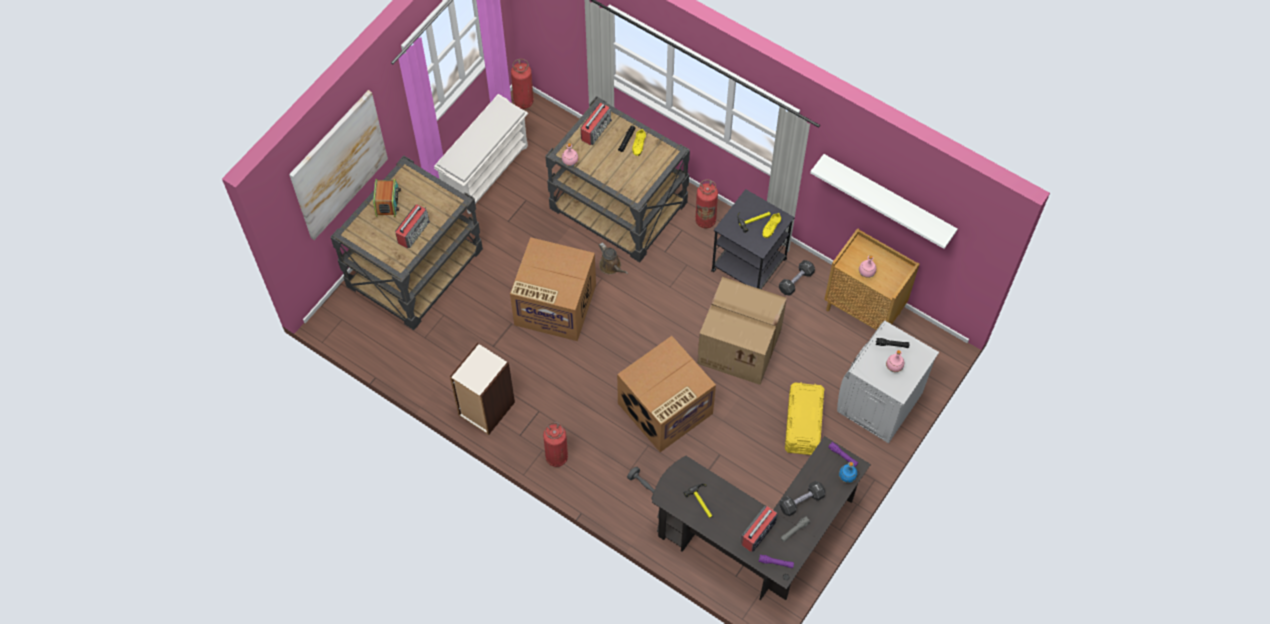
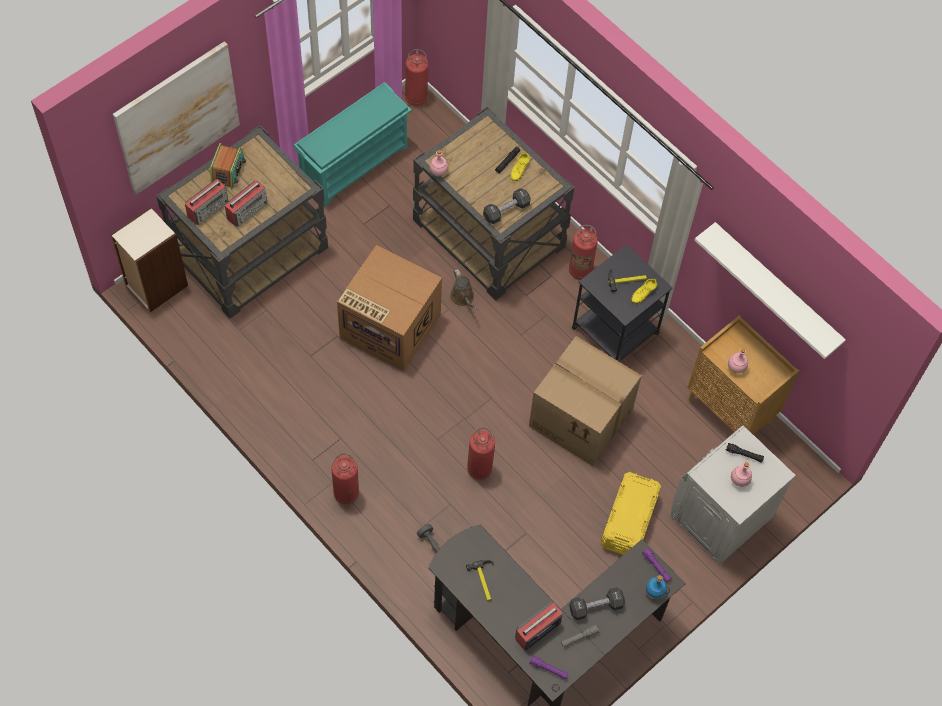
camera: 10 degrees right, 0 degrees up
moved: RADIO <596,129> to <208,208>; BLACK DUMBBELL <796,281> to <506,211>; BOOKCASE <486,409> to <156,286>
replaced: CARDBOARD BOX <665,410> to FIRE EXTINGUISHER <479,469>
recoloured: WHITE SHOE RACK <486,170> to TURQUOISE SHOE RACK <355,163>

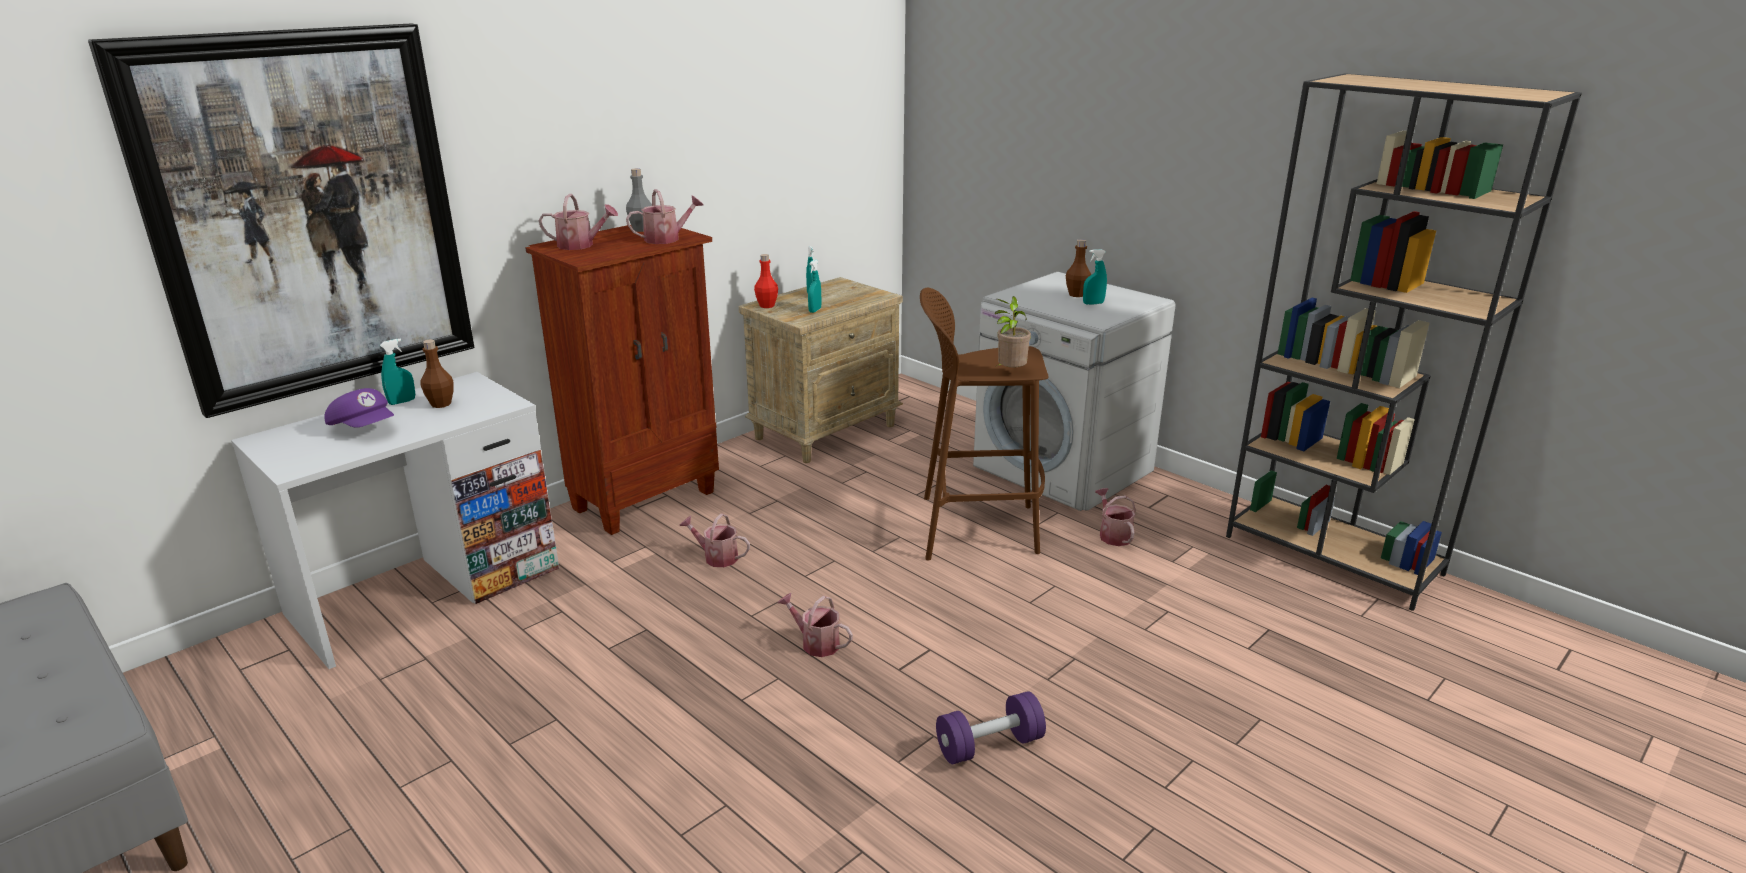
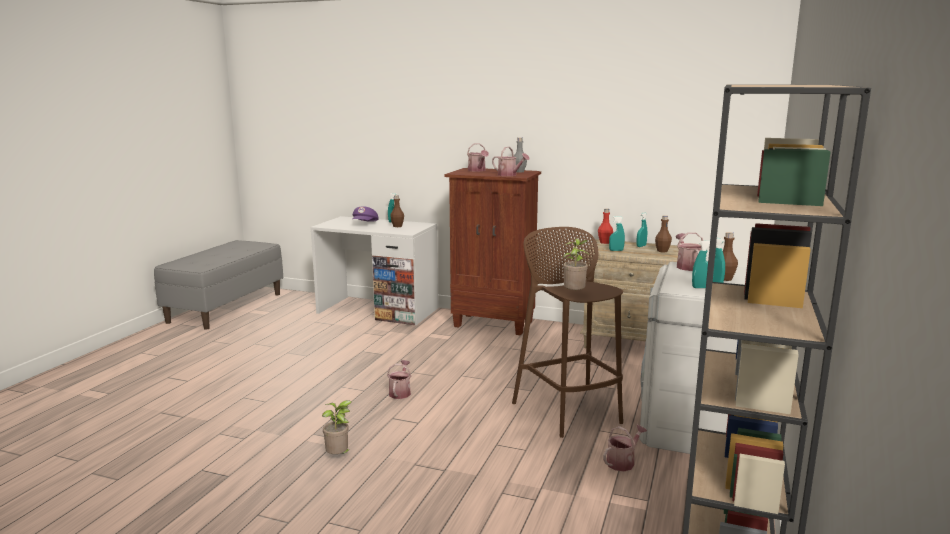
camera: 65 degrees right, 10 degrees down
removed: PICTURE <308,216>
added: BROWN BOTTLE <662,251>; TURQUOISE SPRAY BOTTLE <701,287>
moved: WATERING CAN <717,557> to <687,266>
replaced: PURPLE DUMBBELL <989,745> to POTTED PLANT <339,456>

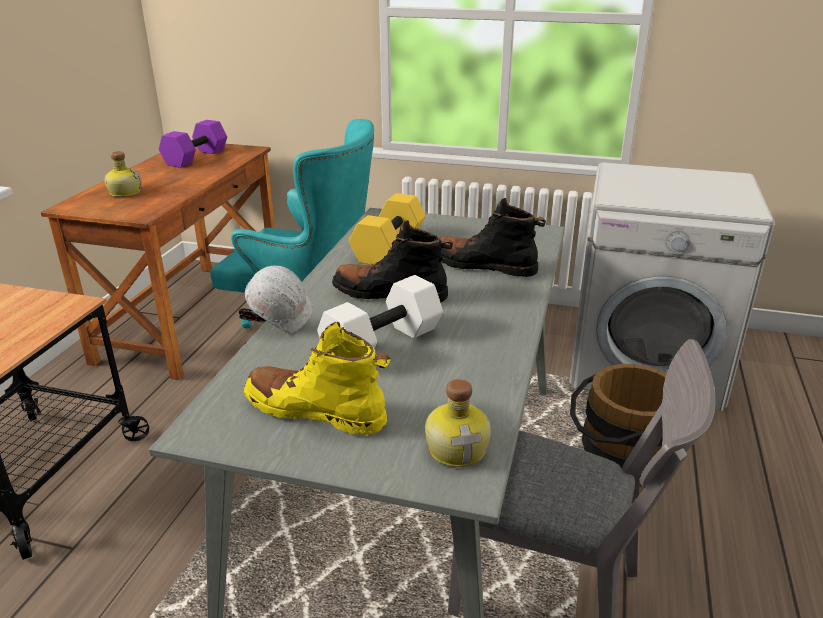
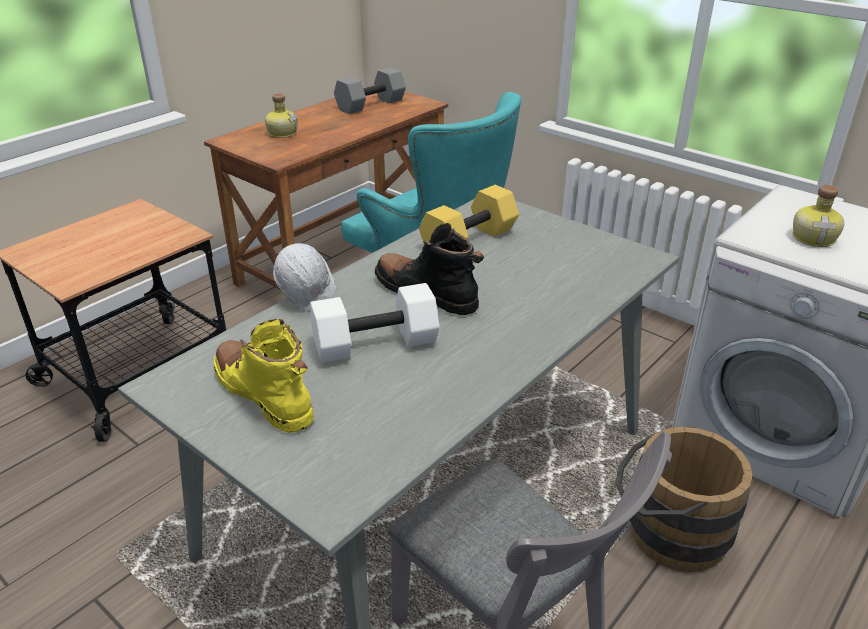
camera: 25 degrees right, 5 degrees up
removed: BLACK BOOT <484,266>
moved: BOTTLE <458,448> to <814,238>
recoloured: PURPLE DUMBBELL <195,157> to GREY DUMBBELL <370,104>

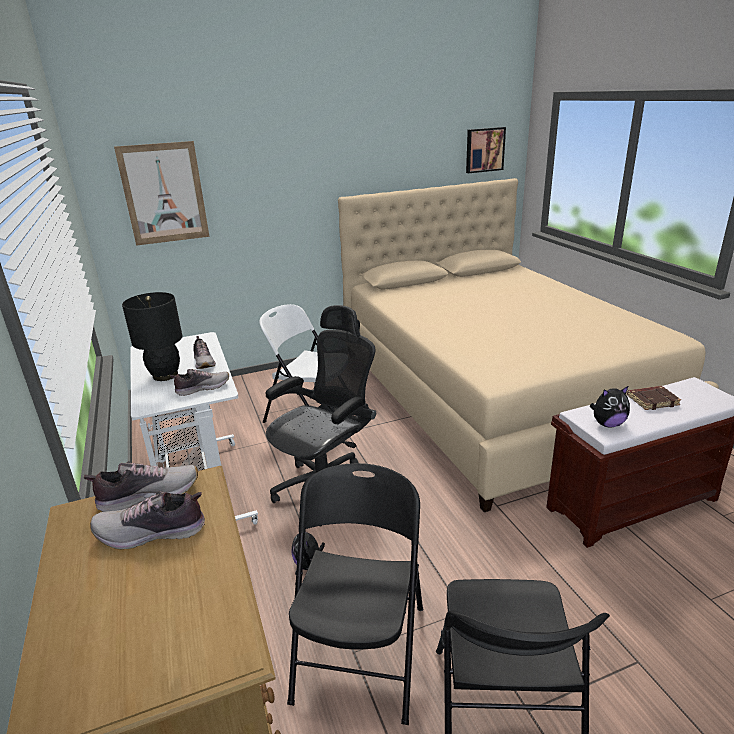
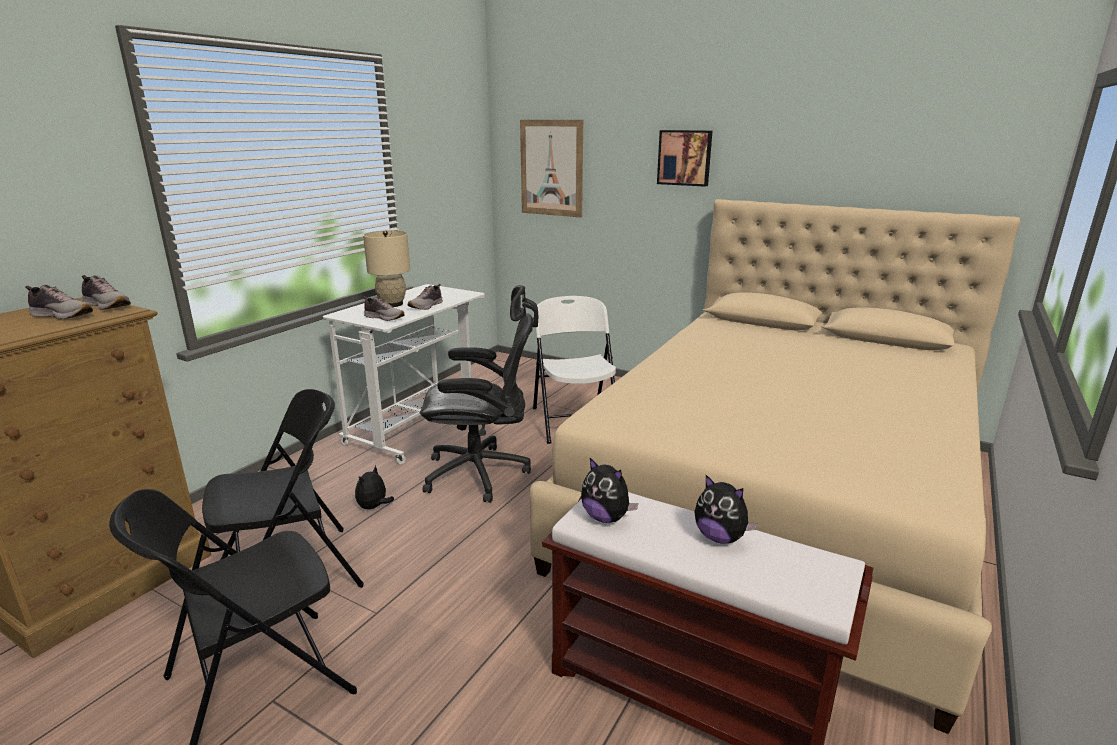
camera: 50 degrees right, 5 degrees down
moved: PICTURE <484,150> to <684,157>
replaced: BROWN BOOK <652,400> to PLUSH TOY <720,537>
recoloured: BLACK TABLE LAMP <165,375> to BEIGE TABLE LAMP <391,304>
turned: SHOE <152,533> = <63,315> 150 degrees clockwise

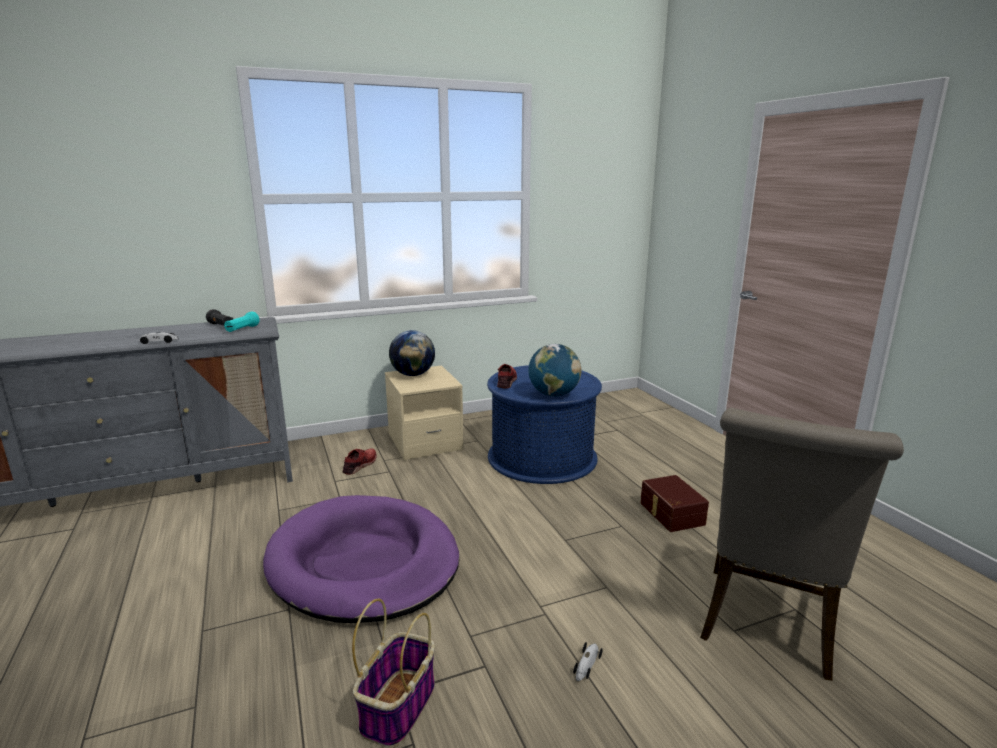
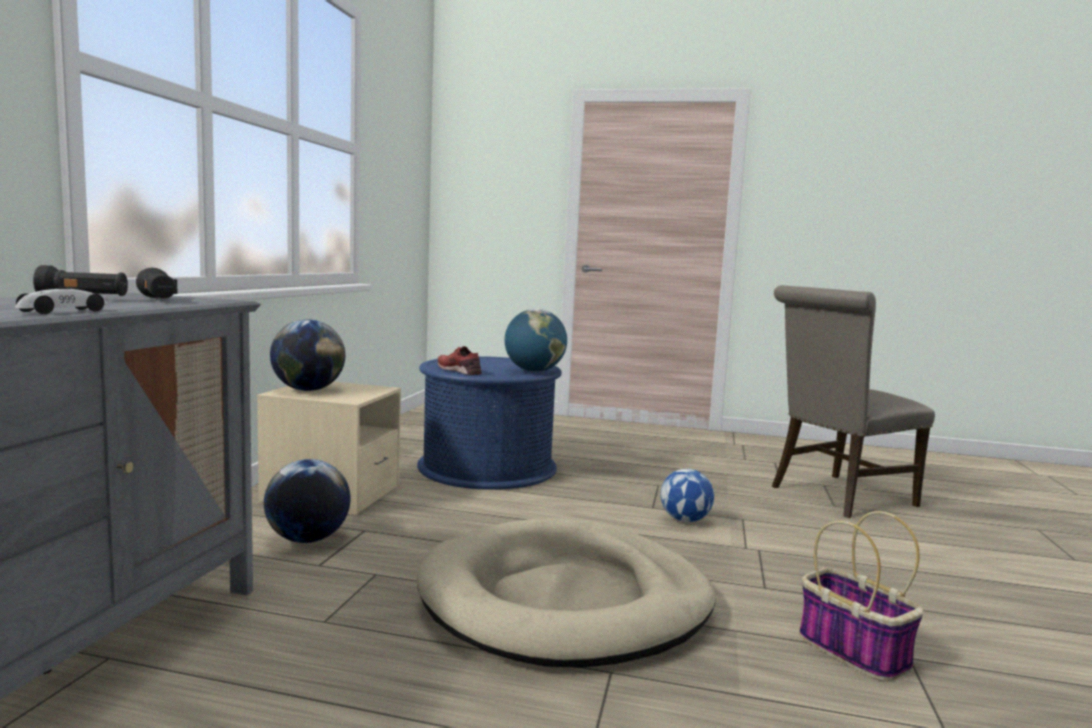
camera: 55 degrees left, 10 degrees down
removed: BROWN STORAGE BOX <670,514>; TOY CAR <586,665>
added: FOOTBALL <685,520>
replaced: RED SHOE <360,465> to GLOBE <308,539>
recoloured: TURQUOISE FLASHLIGHT <242,329> to BLACK FLASHLIGHT <158,299>; PURPLE DOG BED <364,563> to BEIGE DOG BED <565,600>
turned: BEIGE CHAIR <767,626> = <836,496> 90 degrees clockwise

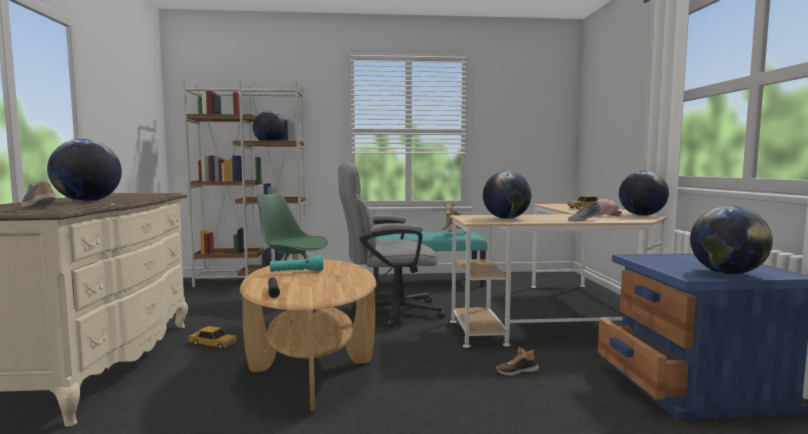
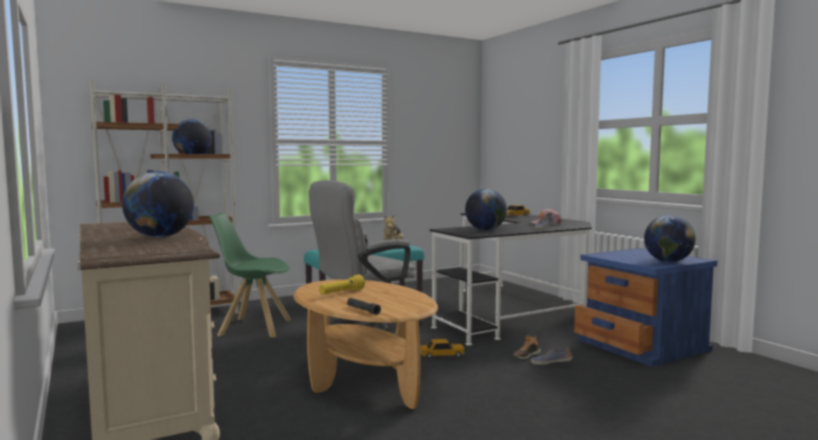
camera: 25 degrees left, 0 degrees up
removed: GLOBE <642,215>
moved: SHOE <39,207> to <551,363>; TOY CAR <212,344> to <442,355>
recoloured: BEIGE DESK <564,316> to BLACK DESK <514,311>; TURQUOISE FLASHLIGHT <296,272> to YELLOW FLASHLIGHT <341,293>

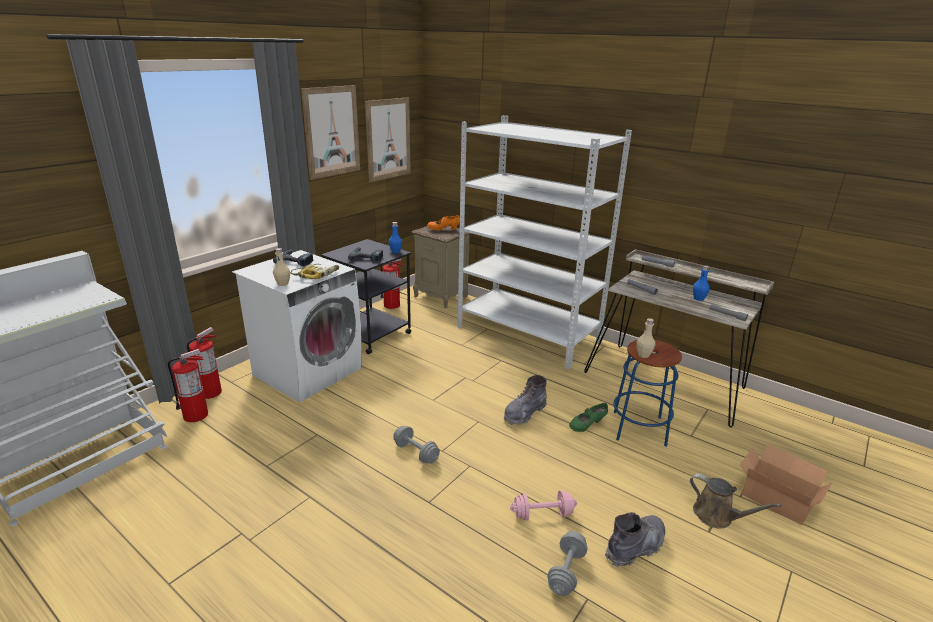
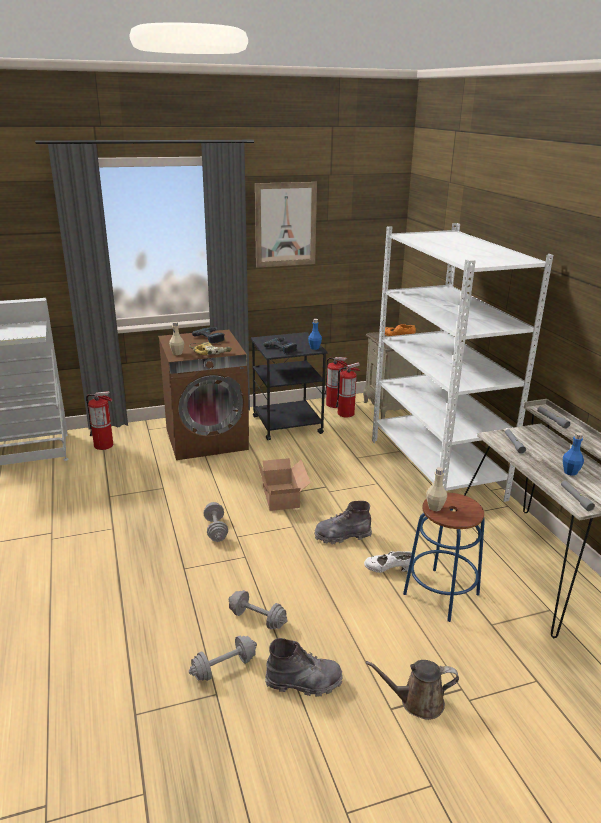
camera: 35 degrees right, 0 degrees up
removed: PICTURE <388,139>
moved: FIRE EXTINGUISHER <210,392> to <346,413>; CARDBOARD BOX <776,497> to <282,496>
recoloured: WHITE WASHING MACHINE <307,371> to BROWN WASHING MACHINE <207,438>; GREEN SHOE <587,426> to WHITE SHOE <388,570>; PINK DUMBBELL <542,514> to GREY DUMBBELL <257,619>
turned: BROWN WATERING CAN <716,516> = <417,702> 105 degrees clockwise

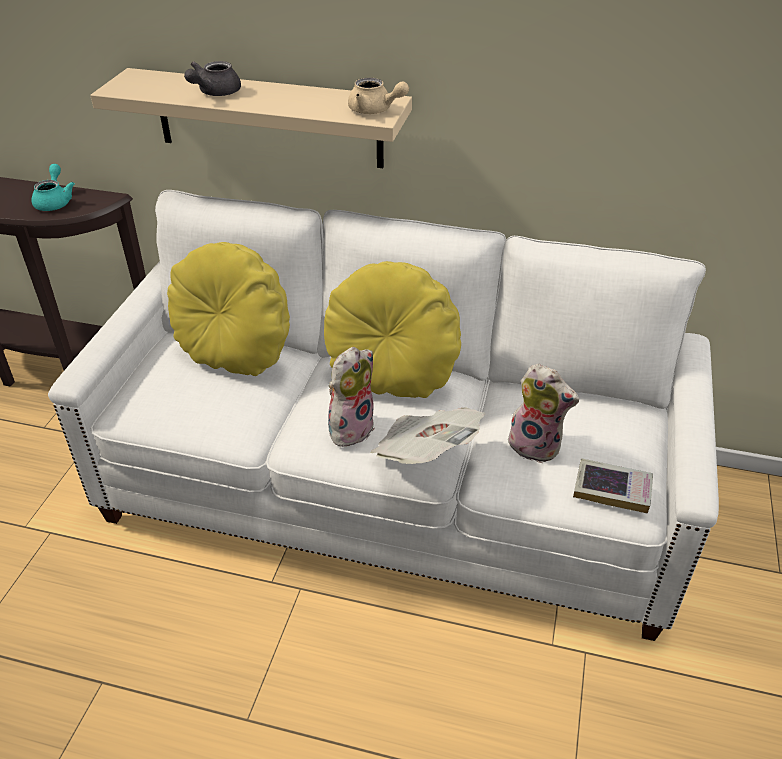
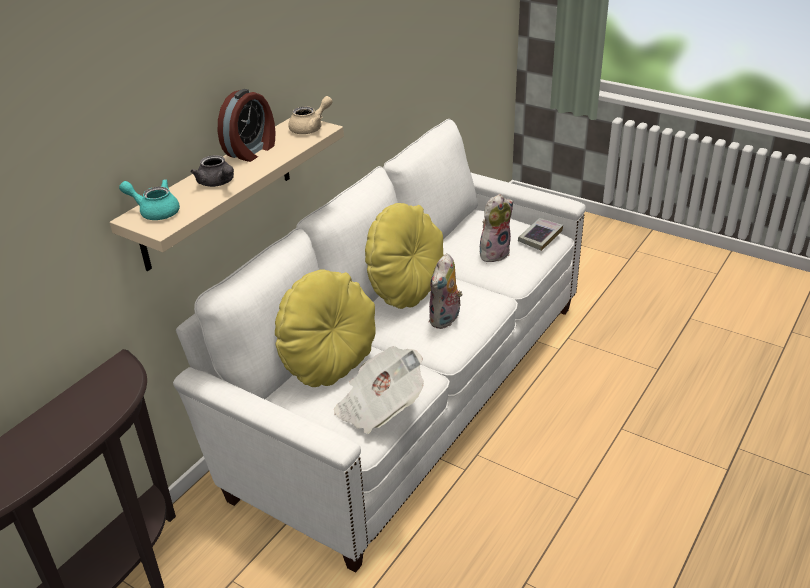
camera: 70 degrees left, 5 degrees down
added: ALARM CLOCK <252,150>
moved: TURQUOISE TEAPOT <55,201> to <155,211>; NEWSPAPER <425,454> to <379,407>
turned: PLUSH TOY <350,427> = <446,320> 120 degrees counterclockwise

